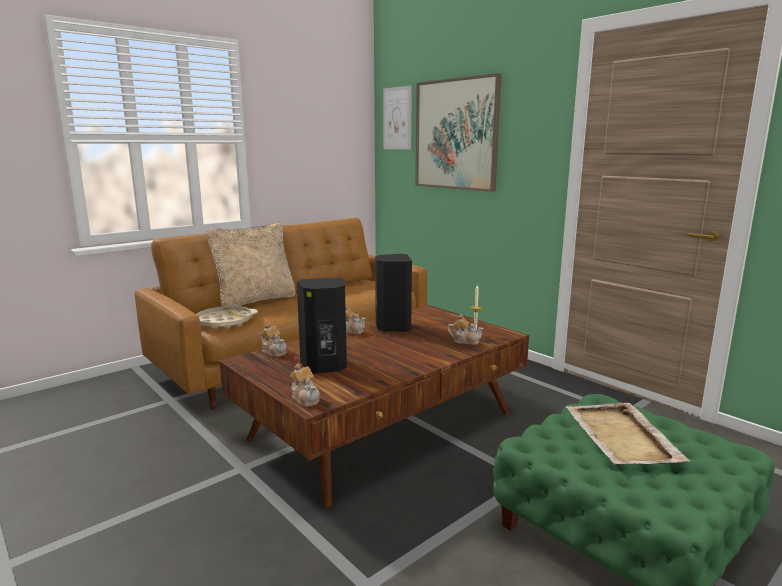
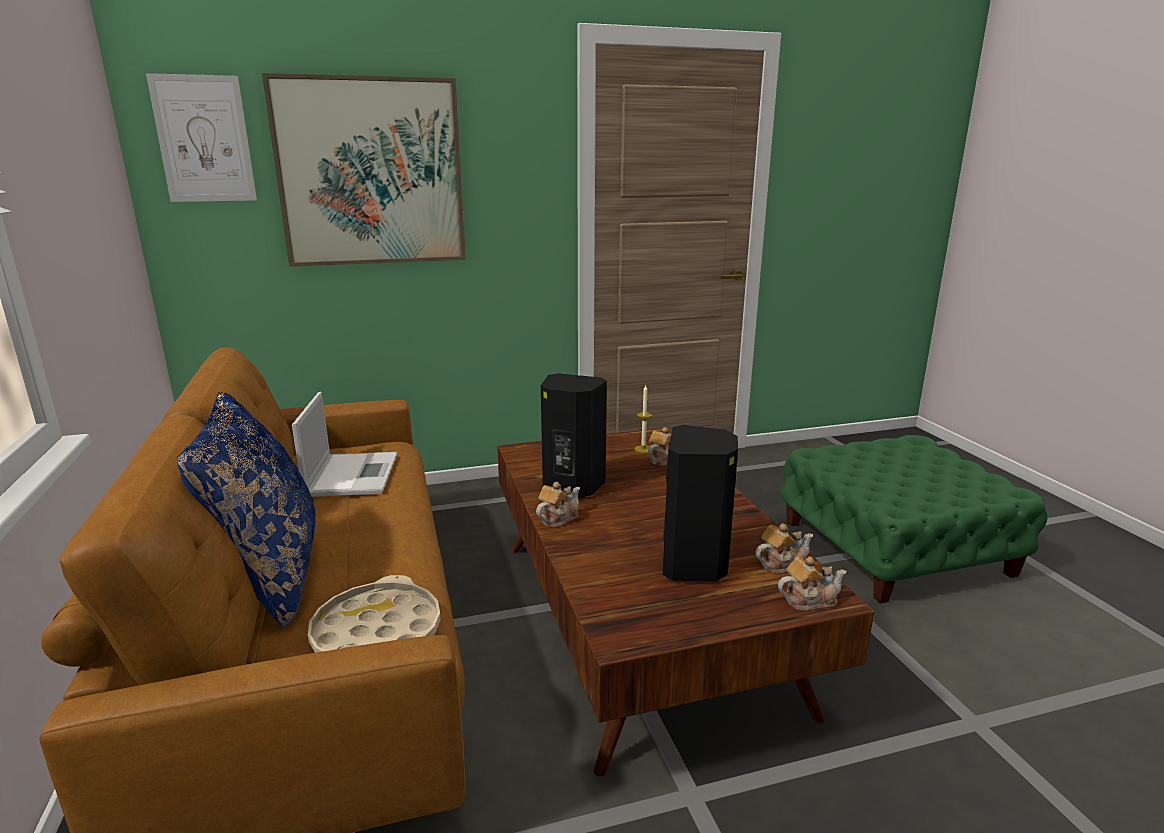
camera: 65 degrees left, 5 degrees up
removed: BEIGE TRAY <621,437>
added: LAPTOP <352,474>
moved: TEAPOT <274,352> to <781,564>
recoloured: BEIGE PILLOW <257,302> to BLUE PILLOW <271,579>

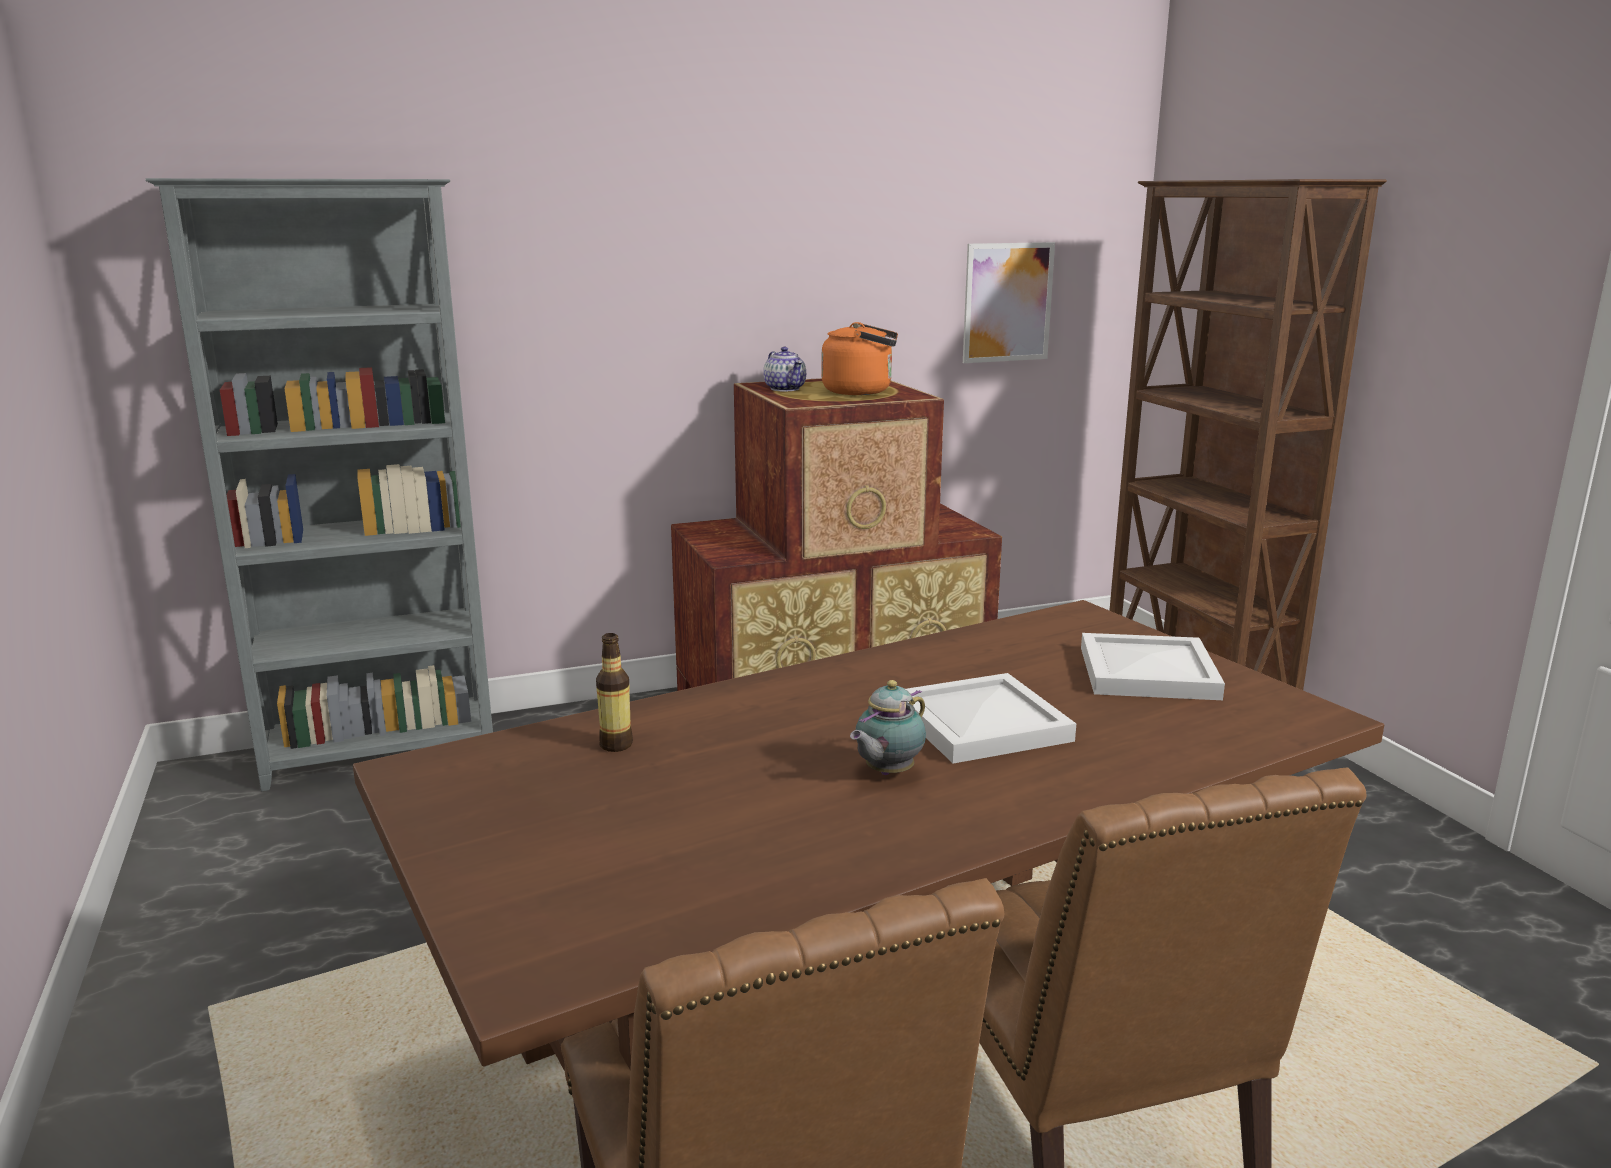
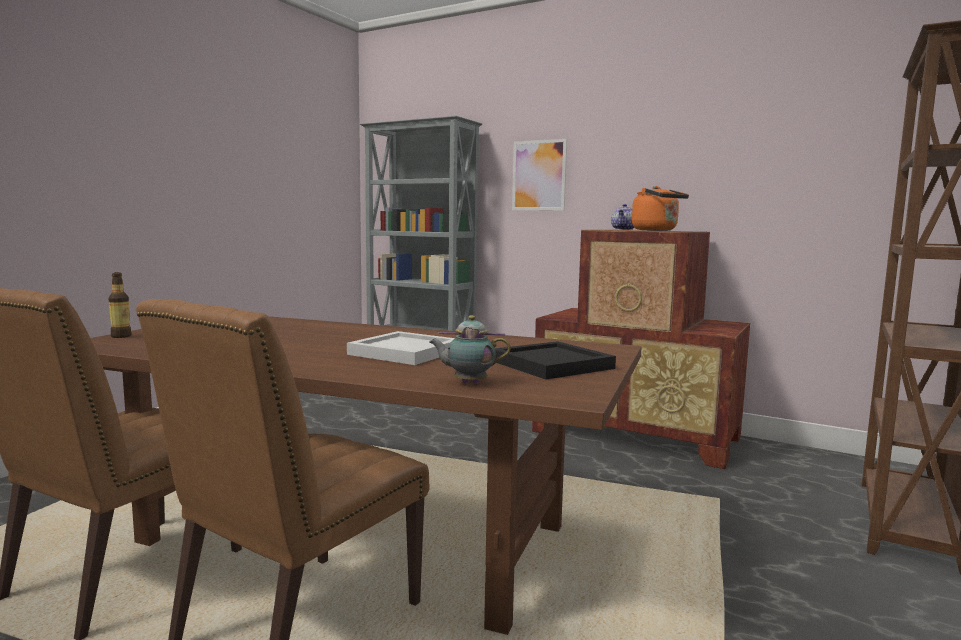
camera: 50 degrees right, 10 degrees down
moved: PICTURE <1007,302> to <539,175>; BOTTLE <616,745> to <121,336>; TEAPOT <886,773> to <468,383>
recoloured: WHITE TRAY <1145,672> to BLACK TRAY <552,364>

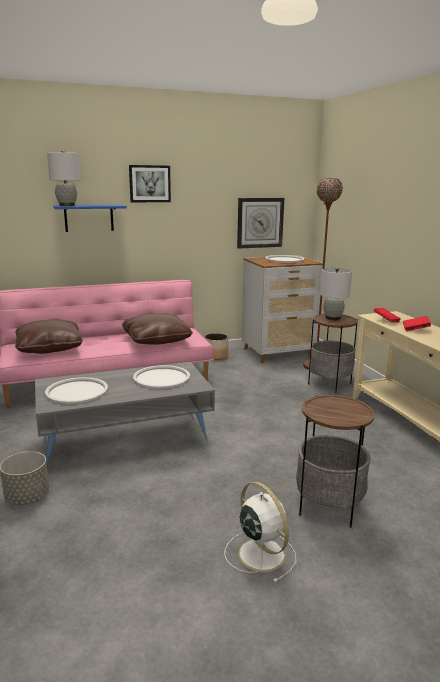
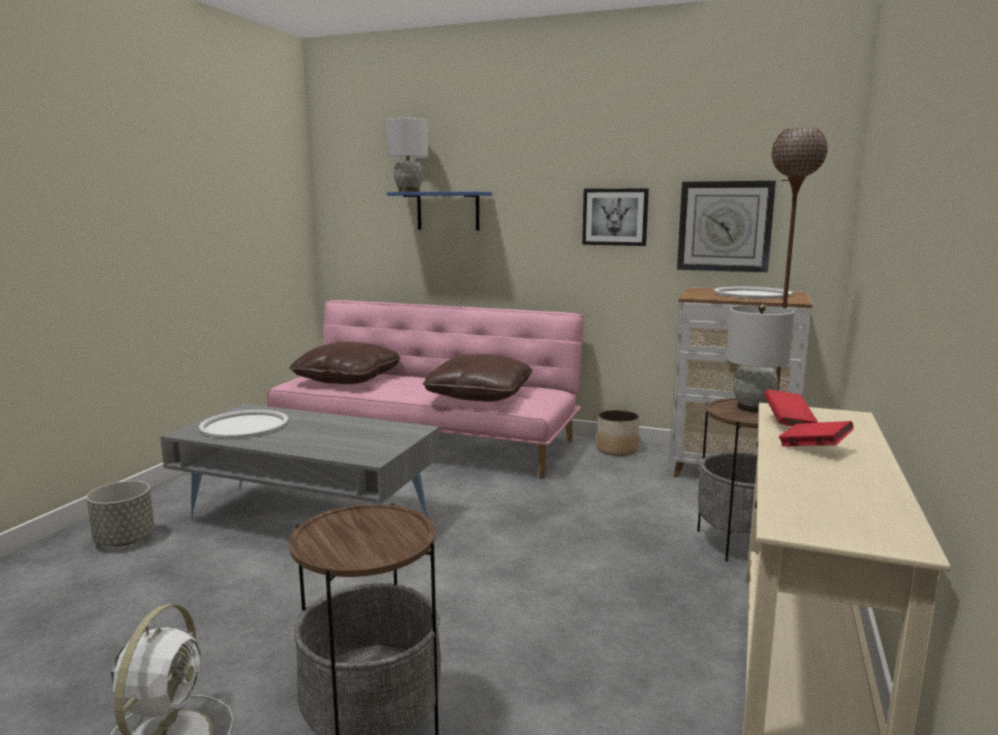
camera: 40 degrees right, 5 degrees down
removed: WHITE TRAY <161,378>
moved: PICTURE <149,183> to <615,217>

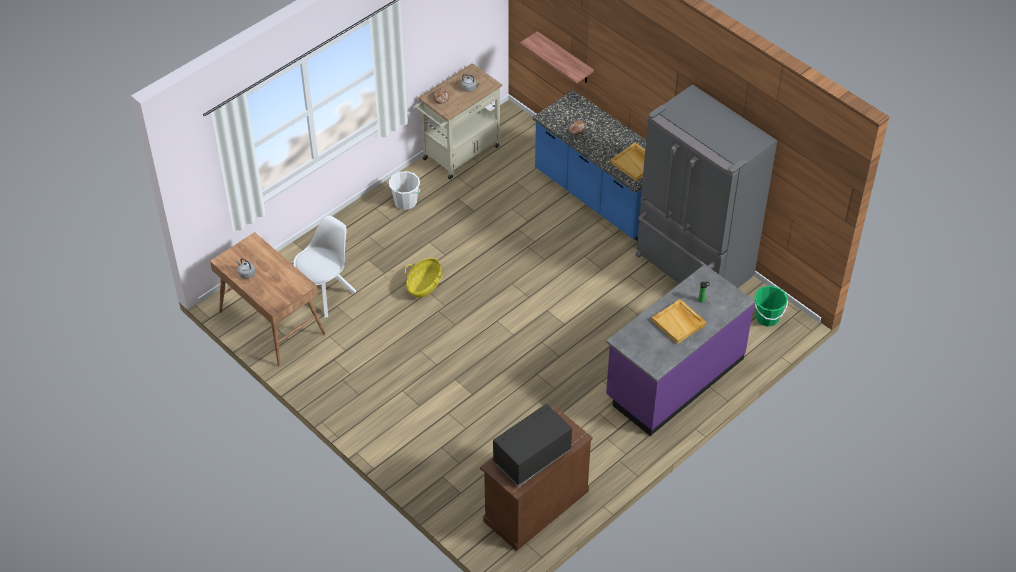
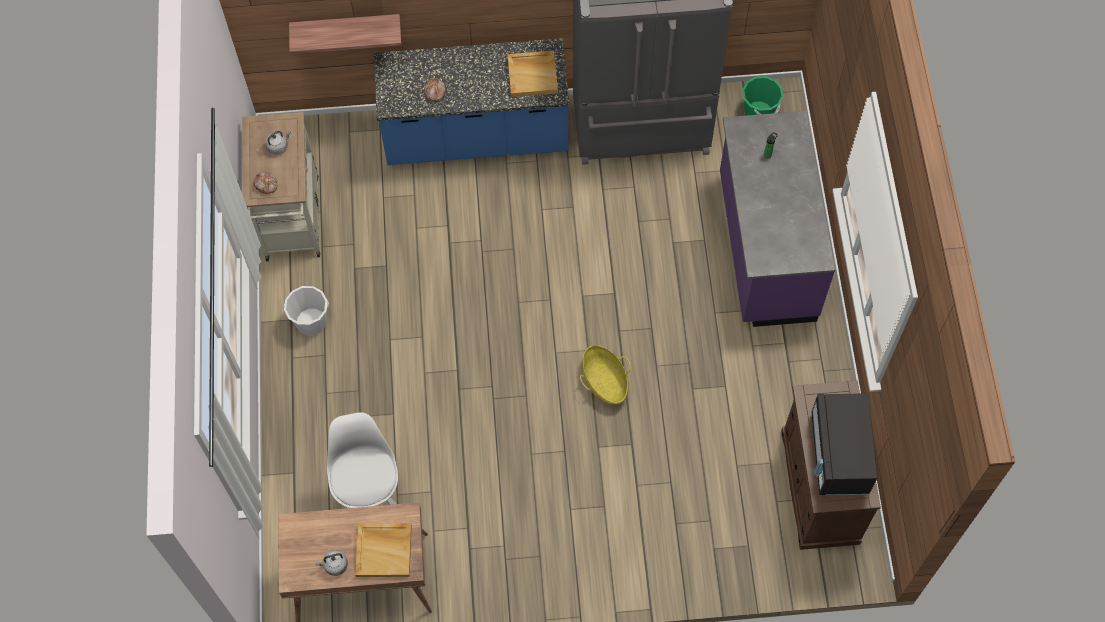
camera: 50 degrees left, 15 degrees up
moved: BASKET <424,285> to <605,382>; BEIGE TRAY <679,323> to <384,550>

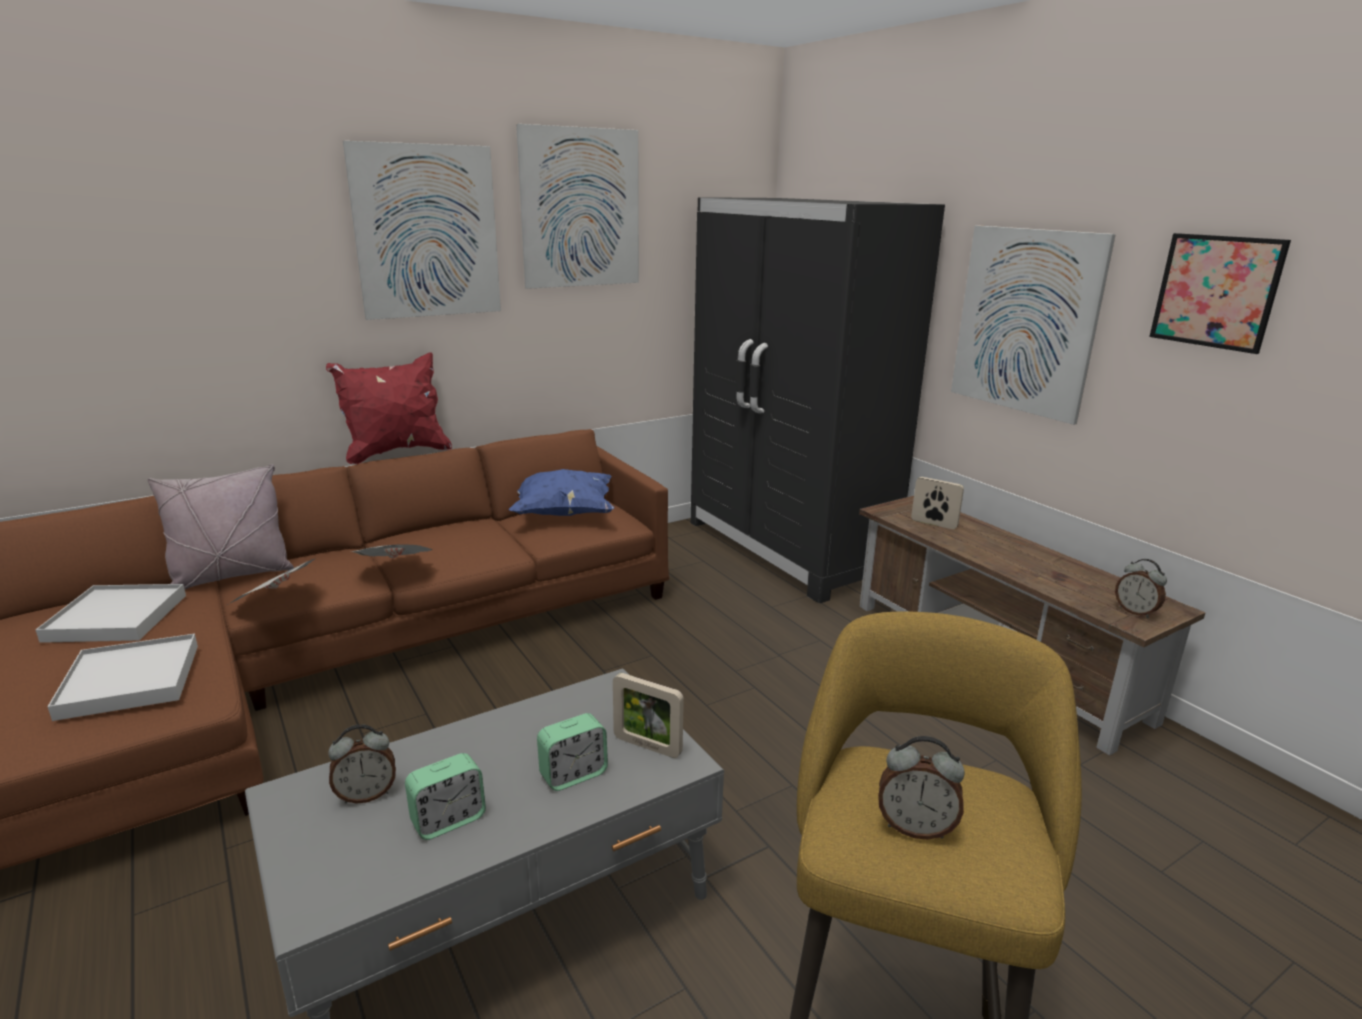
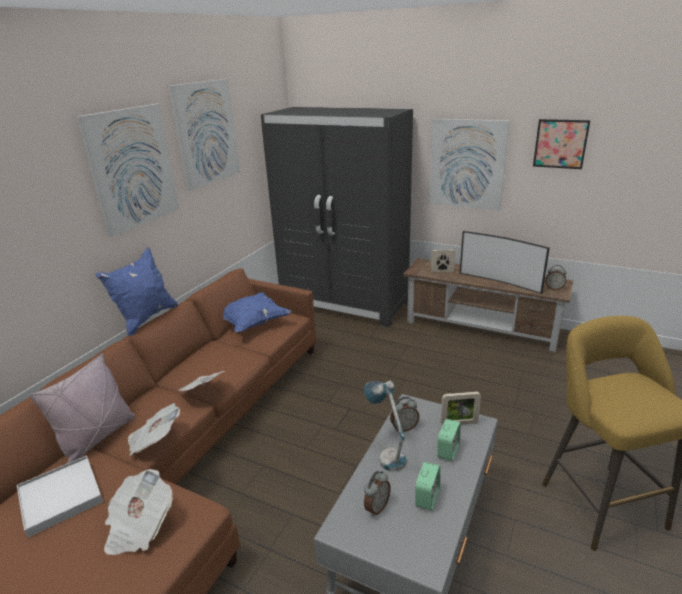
camera: 30 degrees left, 5 degrees up
added: TELEVISION <500,281>; TABLE LAMP <386,453>
moved: ALARM CLOCK <915,827> to <404,428>
replaced: WHITE TRAY <130,681> to NEWSPAPER <139,526>
recoloured: RED PILLOW <396,453> to BLUE PILLOW <146,319>

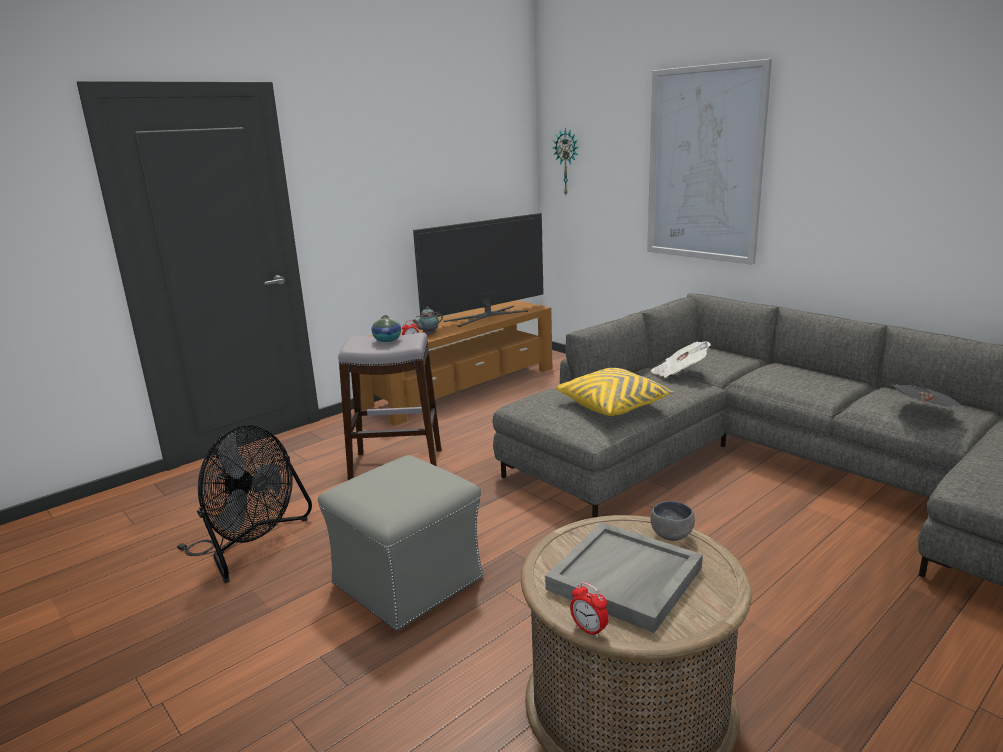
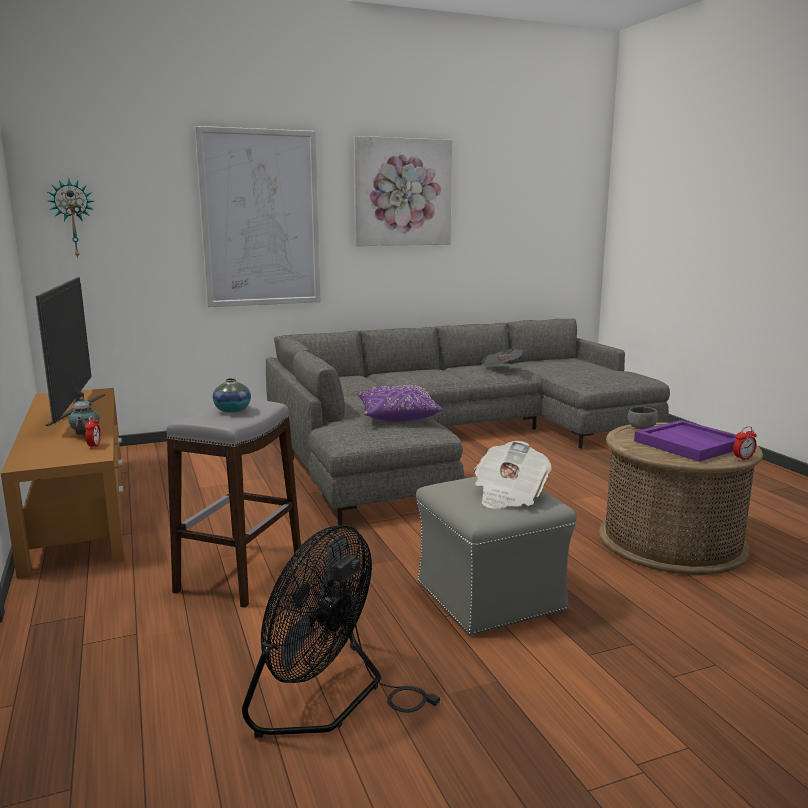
camera: 70 degrees left, 5 degrees down
added: PICTURE <402,192>
moved: NEWSPAPER <679,373> to <509,495>
recoloured: YELLOW PILLOW <614,405> to PURPLE PILLOW <397,416>; GREY TRAY <625,579> to PURPLE TRAY <690,444>
turned: BLACK FAN <247,546> = <340,695> 105 degrees counterclockwise

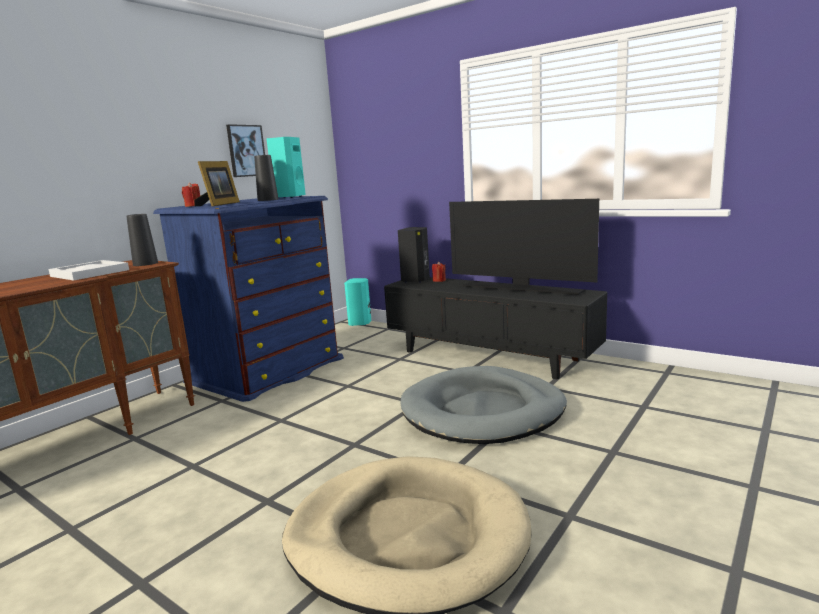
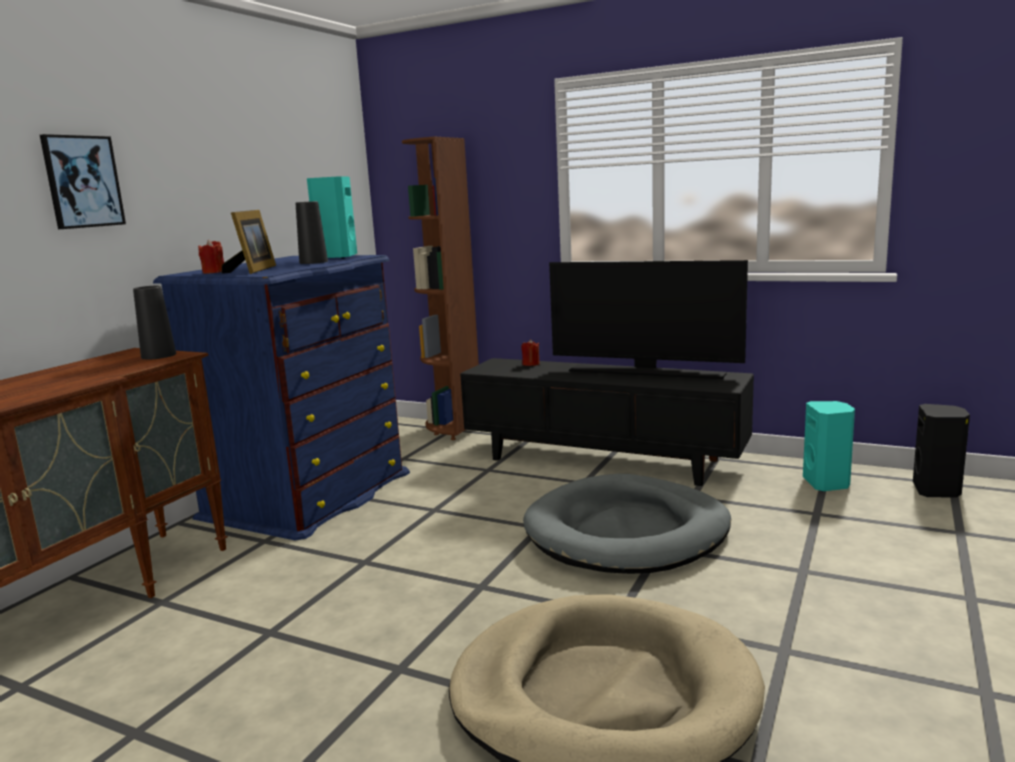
camera: 10 degrees left, 0 degrees up
removed: WHITE TRAY <88,273>
added: BROWN BOOKCASE <450,432>
moved: PICTURE <246,151> to <82,182>; BLACK SPEAKER <416,280> to <937,491>; TURQUOISE SPEAKER <360,323> to <827,484>

